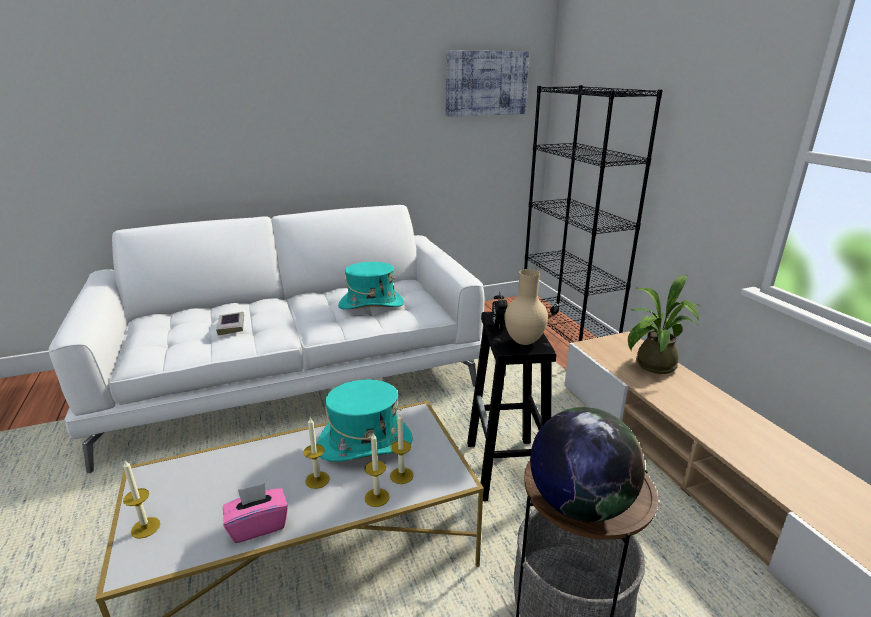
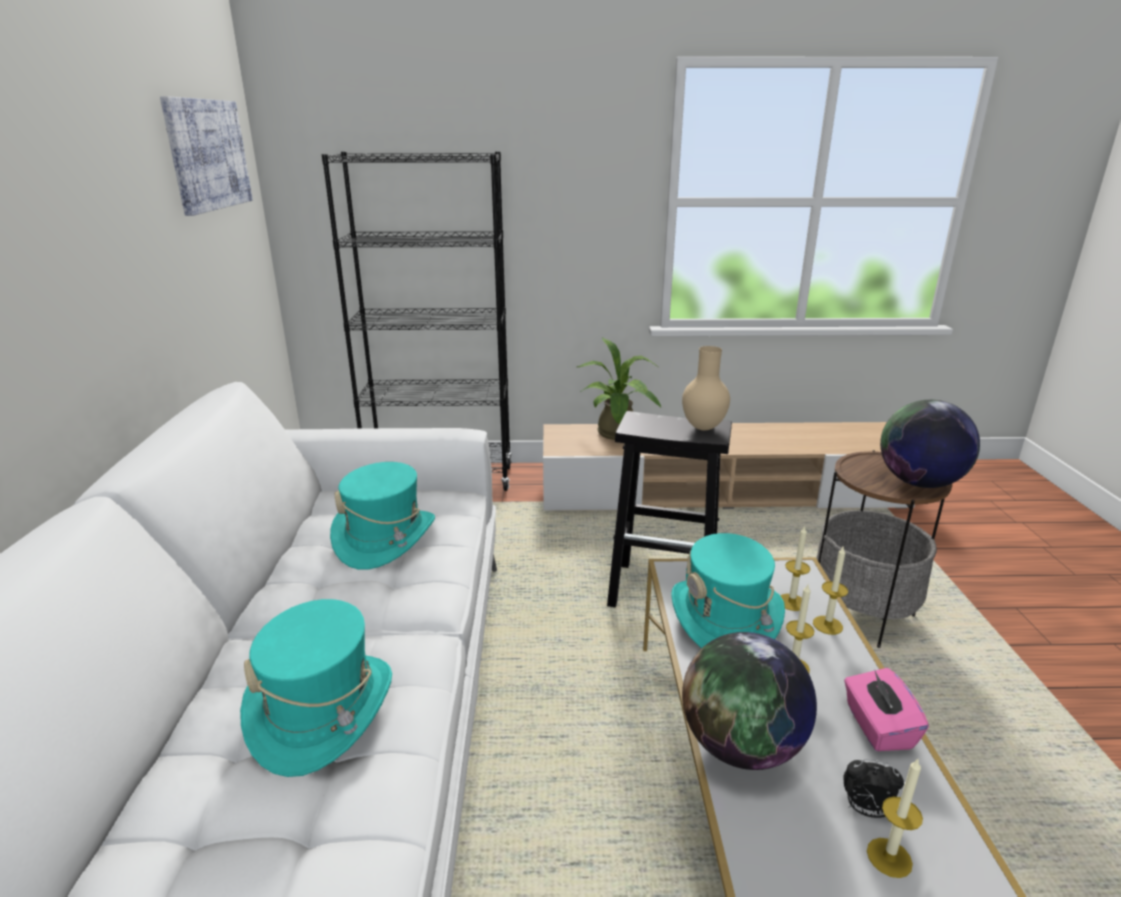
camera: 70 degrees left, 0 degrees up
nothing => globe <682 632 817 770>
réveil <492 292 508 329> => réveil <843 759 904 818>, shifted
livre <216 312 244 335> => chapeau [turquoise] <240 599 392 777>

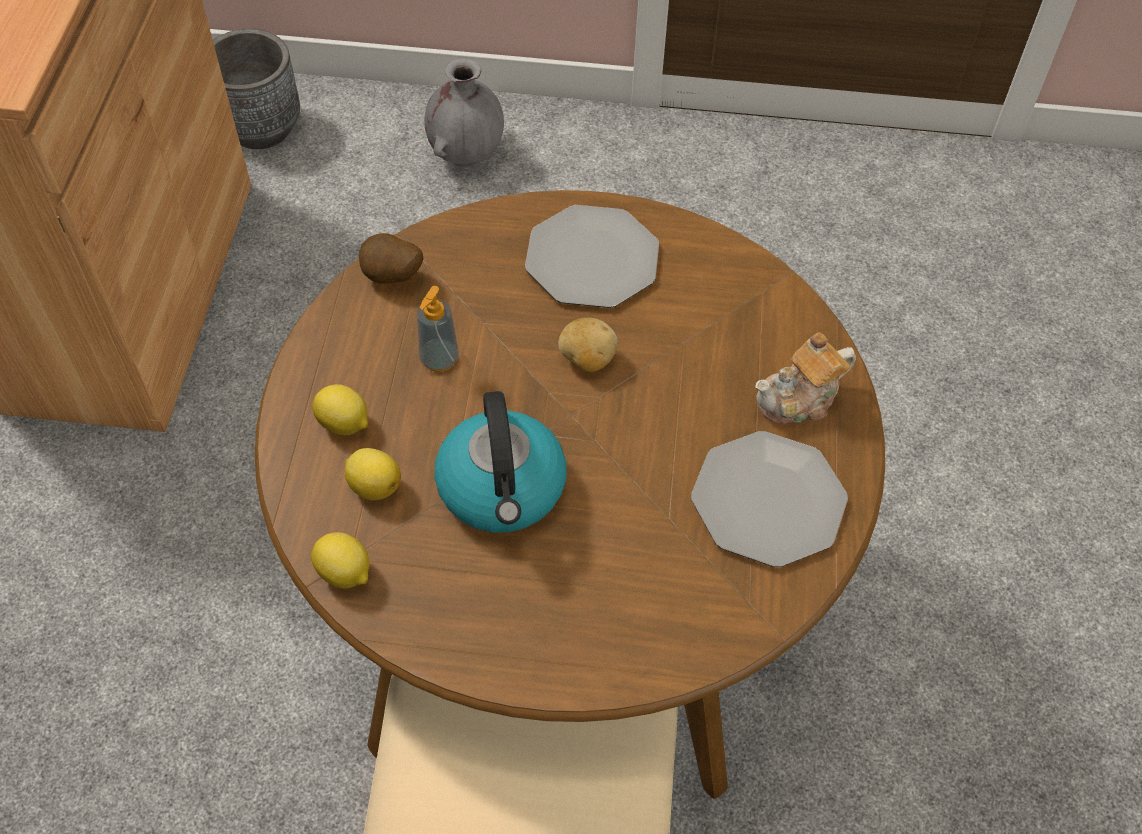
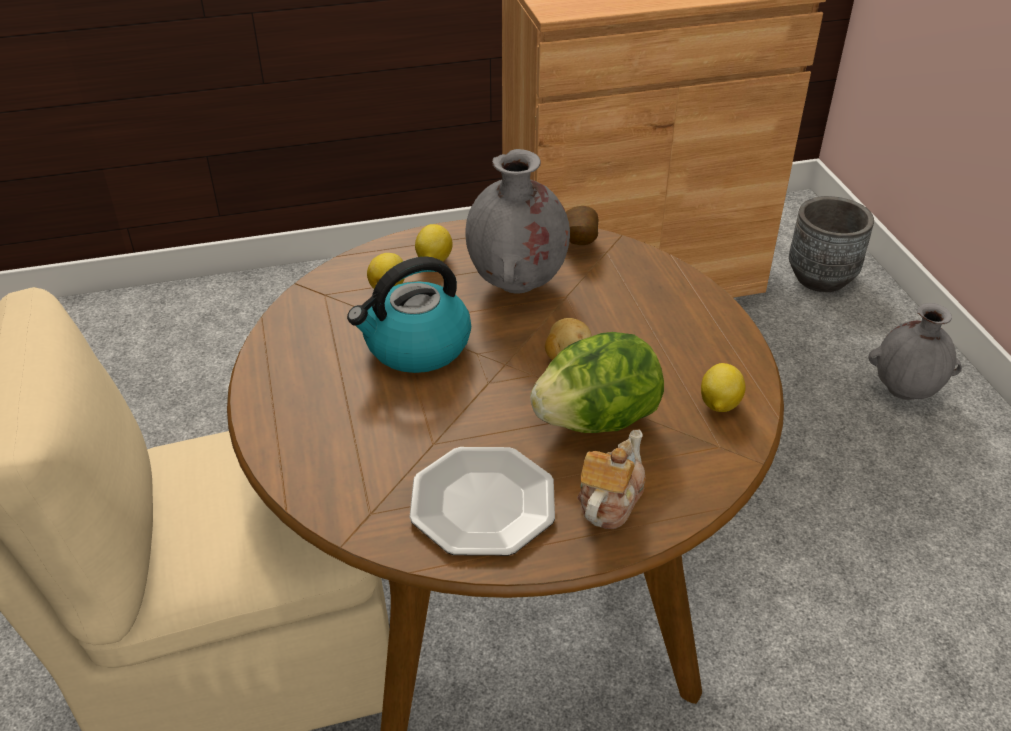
camera: 70 degrees right, 15 degrees down
assiette <525 205 659 308> => nothing
nothing => laitue <530 332 664 433>
citron <311 532 369 589> => citron <701 363 746 412>, shifted
distributeur de savon <417 286 459 372> => vase [gris] <465 149 570 294>
théière <755 333 856 424> => théière <577 430 646 529>, 75 degrees clockwise

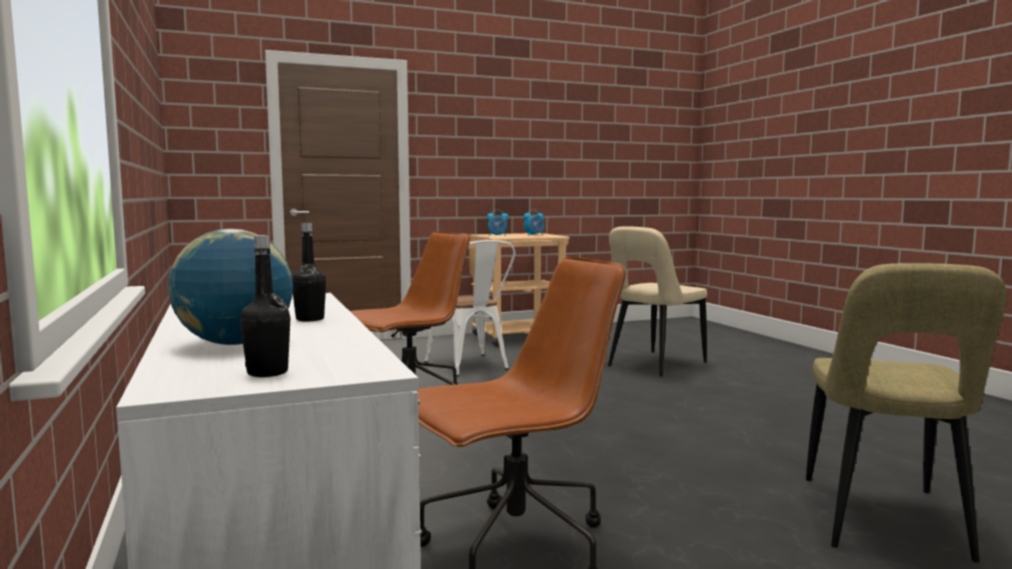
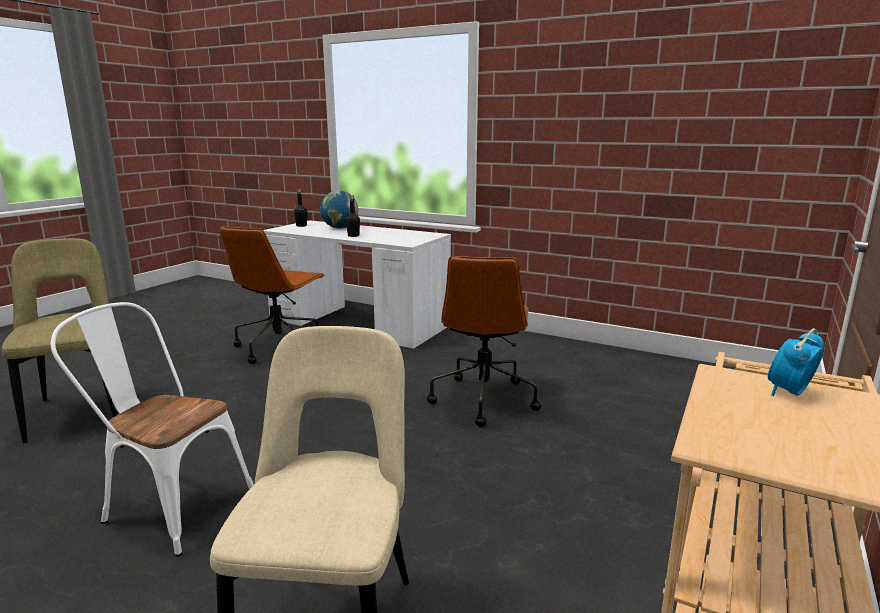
camera: 140 degrees right, 10 degrees up
réveil <524 209 544 236> => nothing
chaise [blanc] <424 240 516 376> => chaise [blanc] <51 302 254 557>, shifted

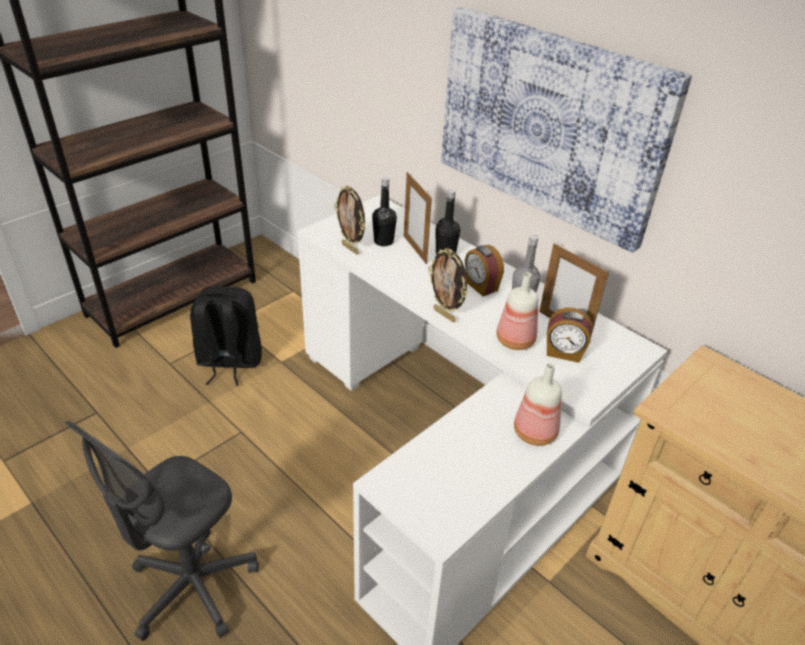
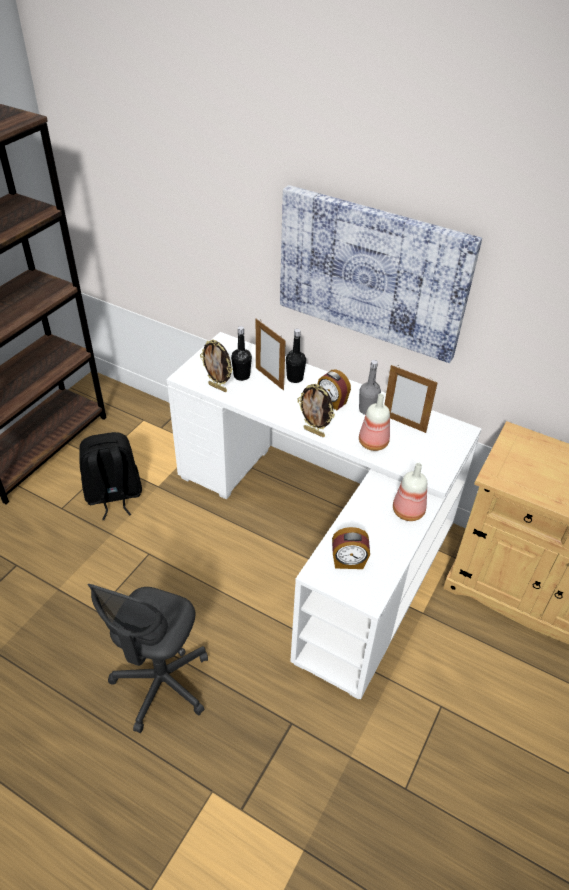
camera: 15 degrees left, 5 degrees up
réveil <547 308 592 363> => réveil <332 527 370 569>, shifted

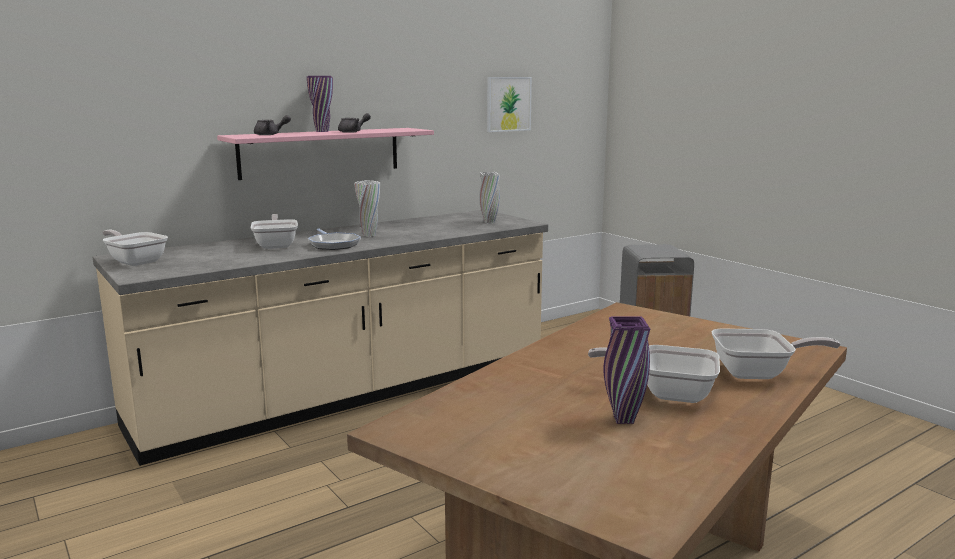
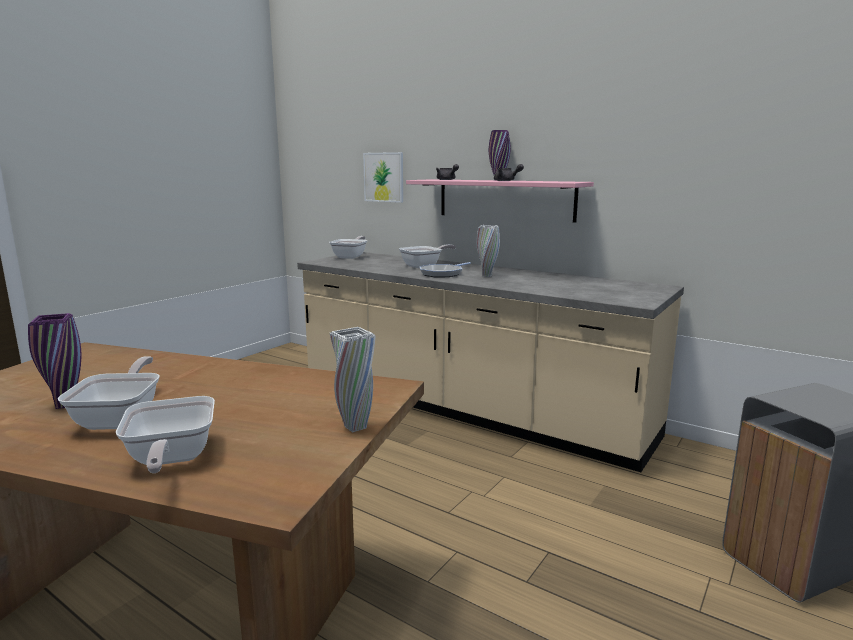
camera: 70 degrees right, 0 degrees up
vase [blanc] <479 172 500 224> => vase [blanc] <330 327 376 433>, shifted
tableau <487 77 532 132> => tableau <363 152 403 203>, shifted

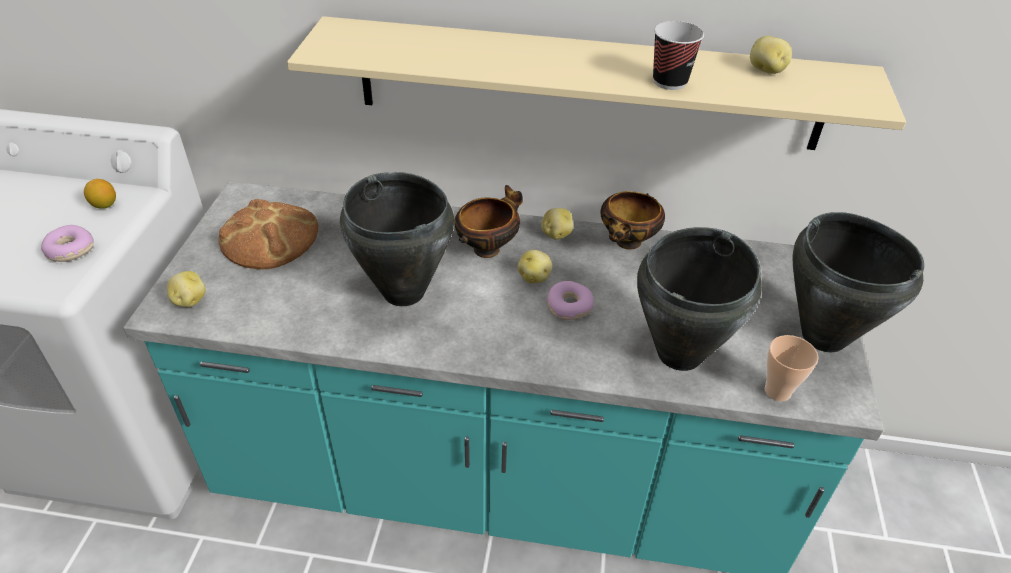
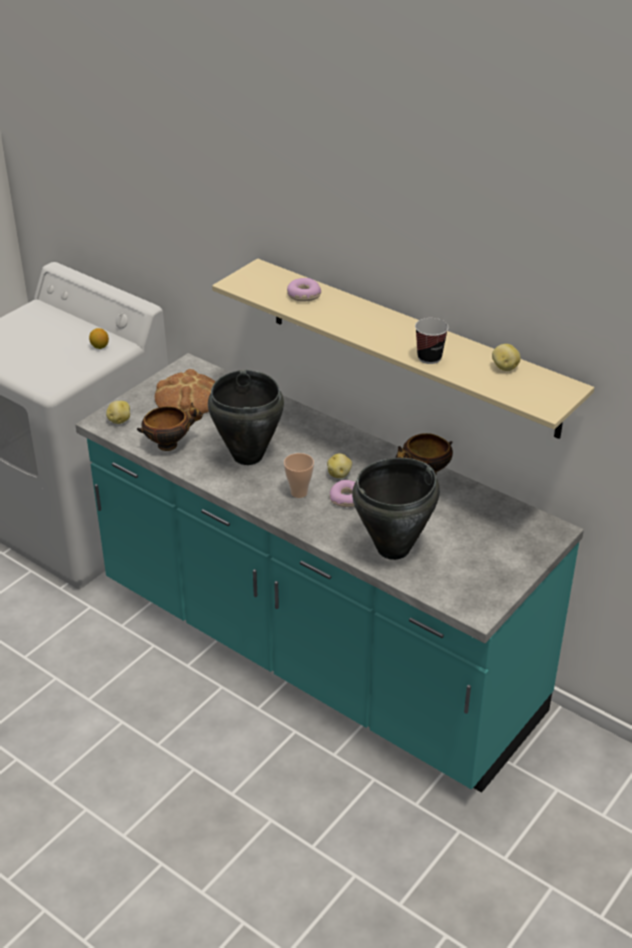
camera: 30 degrees right, 5 degrees down
pomme de terre <541 208 573 240> => nothing
marmite [noir] <792 212 924 352> => nothing
beignet <41 225 94 262> => beignet <287 278 321 302>, shifted
bol <454 185 523 258> => bol <137 403 203 451>, shifted
tasse <765 335 818 401> => tasse <284 453 314 498>, shifted

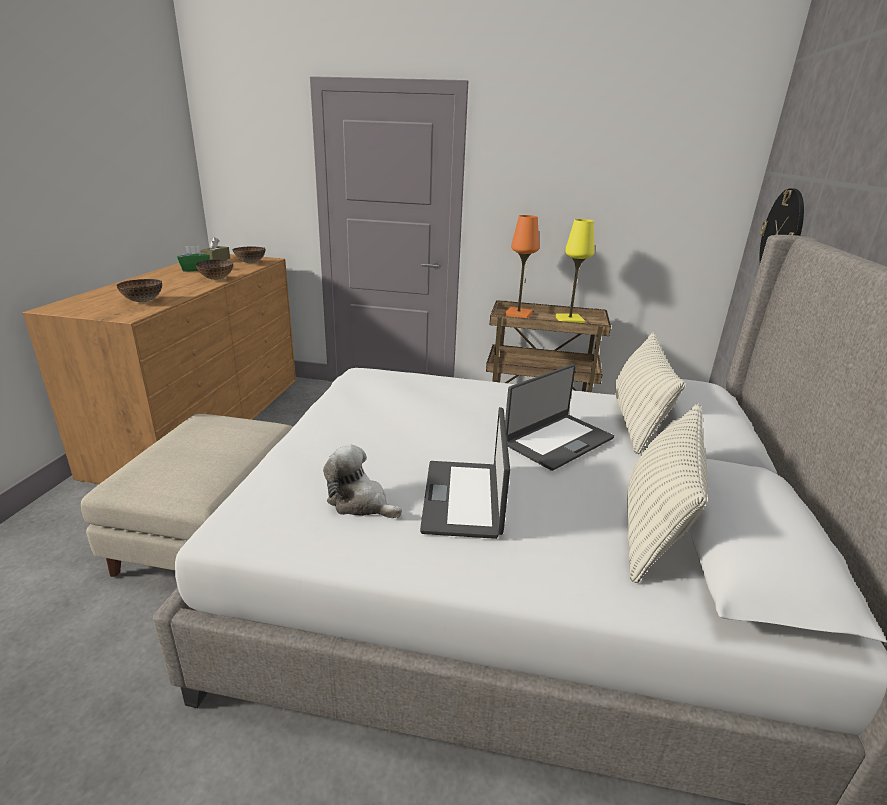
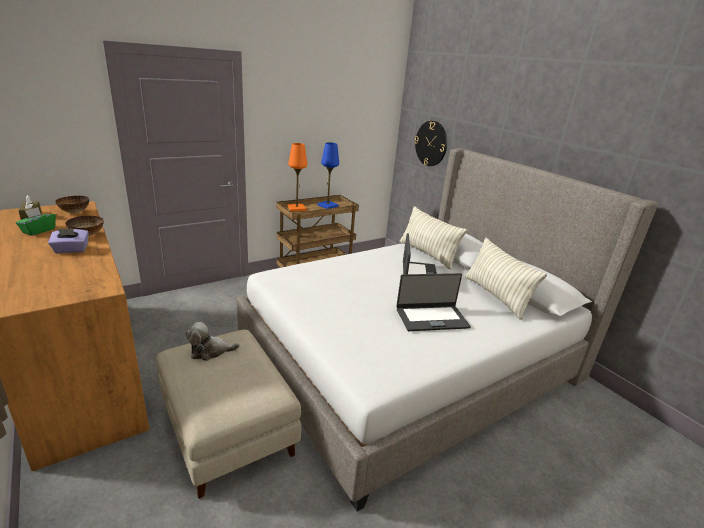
camera: 45 degrees left, 0 degrees up
bol <116 279 162 302> => nothing
nothing => boîte à mouchoirs [violet] <48 228 89 253>
peluche <323 445 402 518> => peluche <186 322 240 361>, shifted
lampe de table [jaune] <556 219 594 323> => lampe de table [bleu] <318 142 339 209>
ordinateur portable <420 407 510 539> => ordinateur portable <396 273 471 331>, 60 degrees counterclockwise

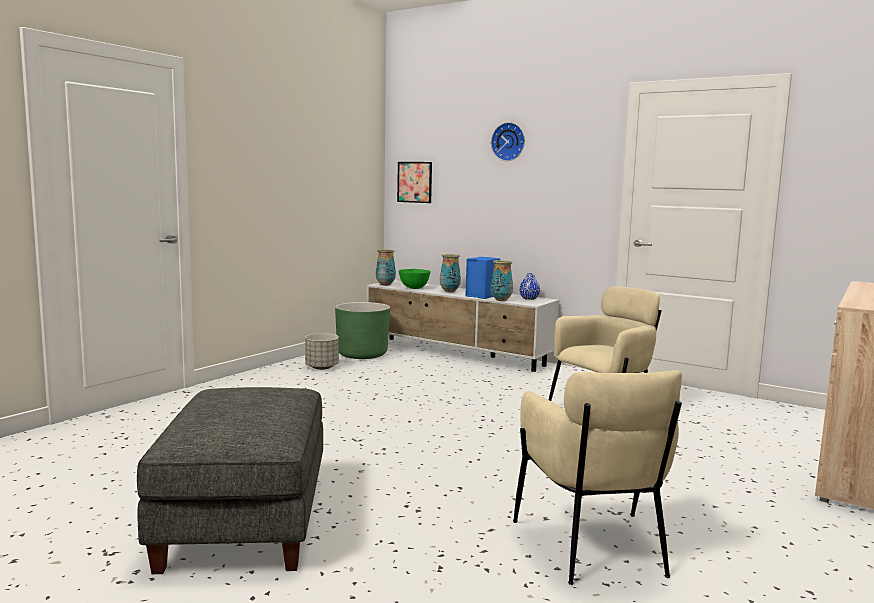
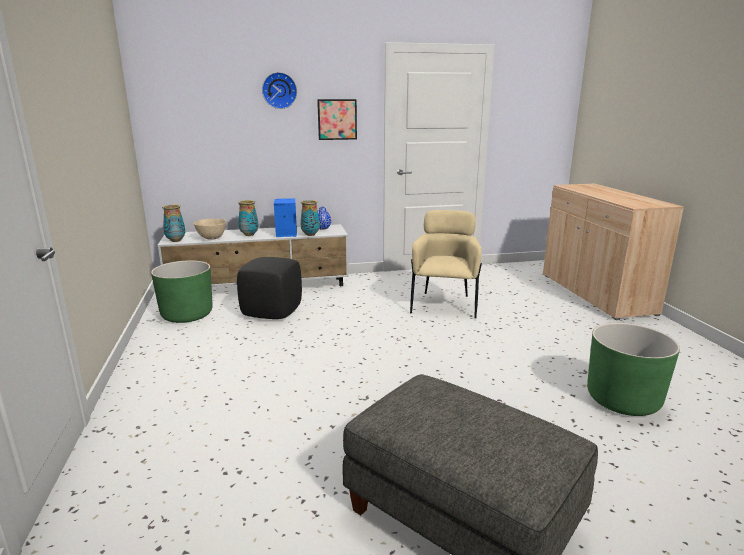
camera: 45 degrees left, 10 degrees up
cache-pot [gris] <305 333 339 370> => nothing
nothing => pouf [noir] <237 257 302 319>
tableau <397 162 432 203> => tableau <317 99 357 140>, shifted
fauteuil [beige] <513 370 682 585> => cache-pot [vert] <587 323 680 416>
bol [vert] <398 269 431 289> => bol [beige] <194 219 226 240>

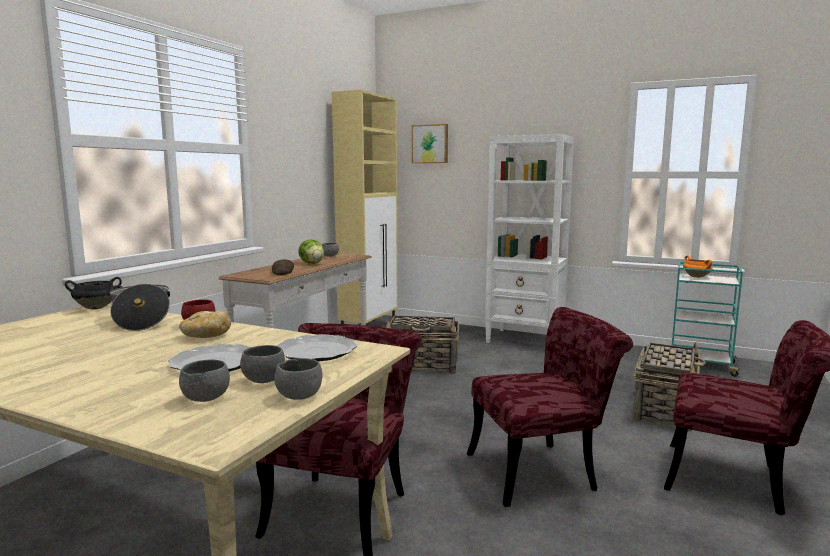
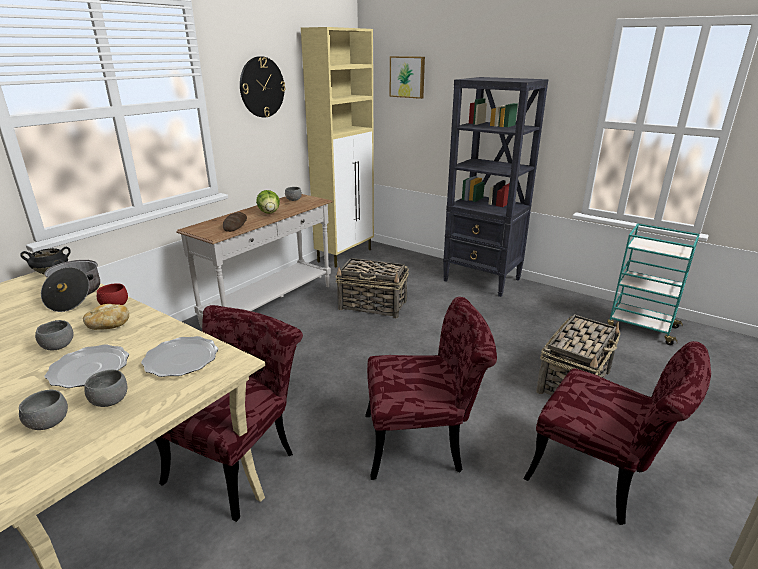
camera: 10 degrees right, 15 degrees up
marmite [orange] <683 256 713 278> => nothing
nothing => horloge murale <240 56 286 117>
bol [gris] <274 358 322 400> => bol [gris] <35 320 74 350>, shifted
bibliothèque [blanc] <485 134 574 343> => bibliothèque [noir] <443 77 549 297>

